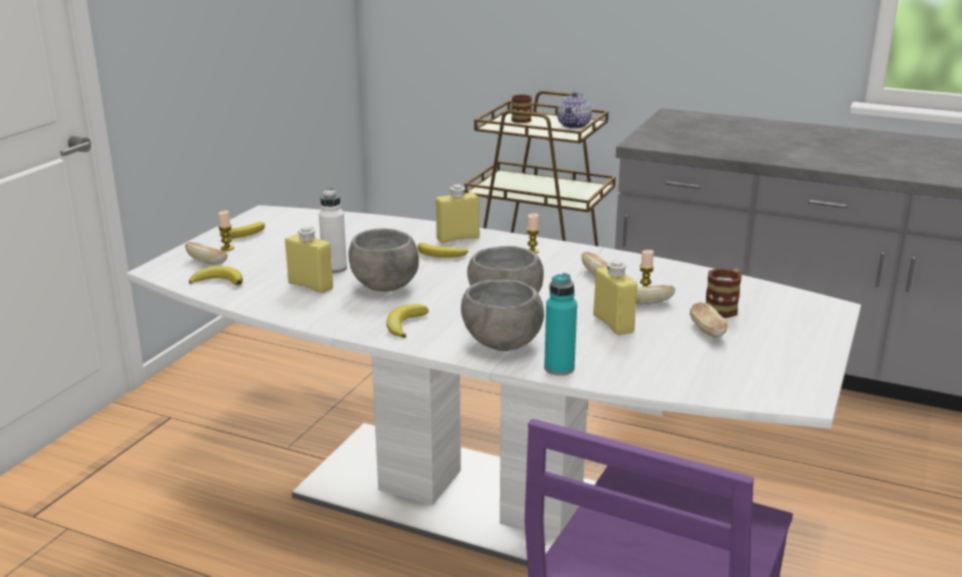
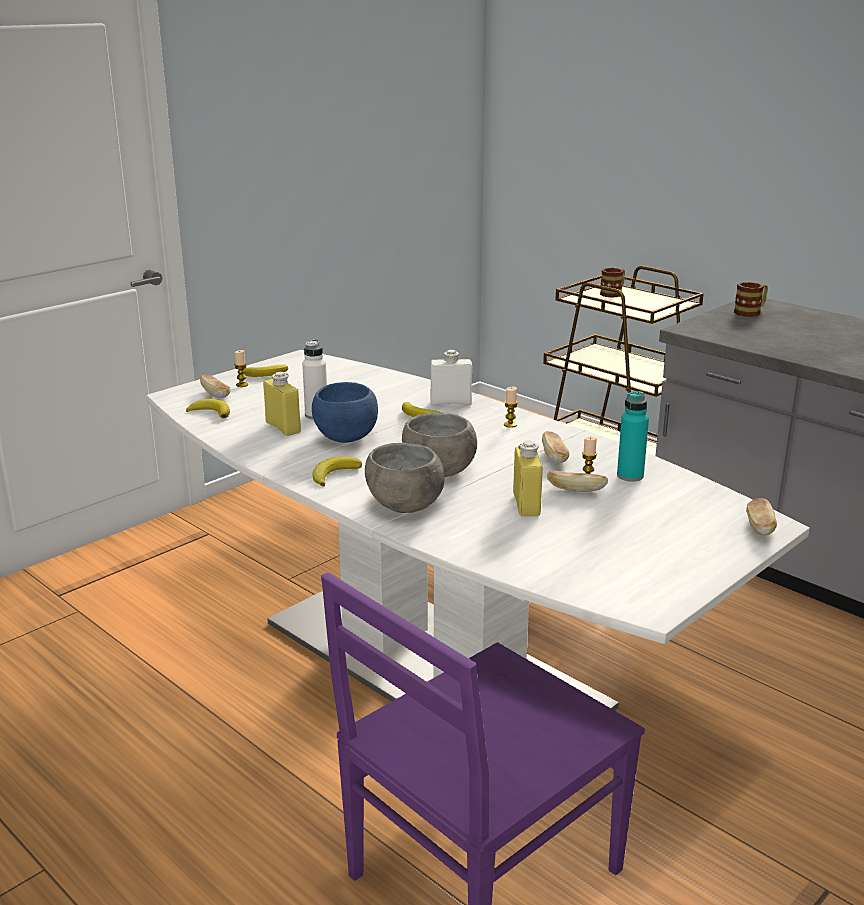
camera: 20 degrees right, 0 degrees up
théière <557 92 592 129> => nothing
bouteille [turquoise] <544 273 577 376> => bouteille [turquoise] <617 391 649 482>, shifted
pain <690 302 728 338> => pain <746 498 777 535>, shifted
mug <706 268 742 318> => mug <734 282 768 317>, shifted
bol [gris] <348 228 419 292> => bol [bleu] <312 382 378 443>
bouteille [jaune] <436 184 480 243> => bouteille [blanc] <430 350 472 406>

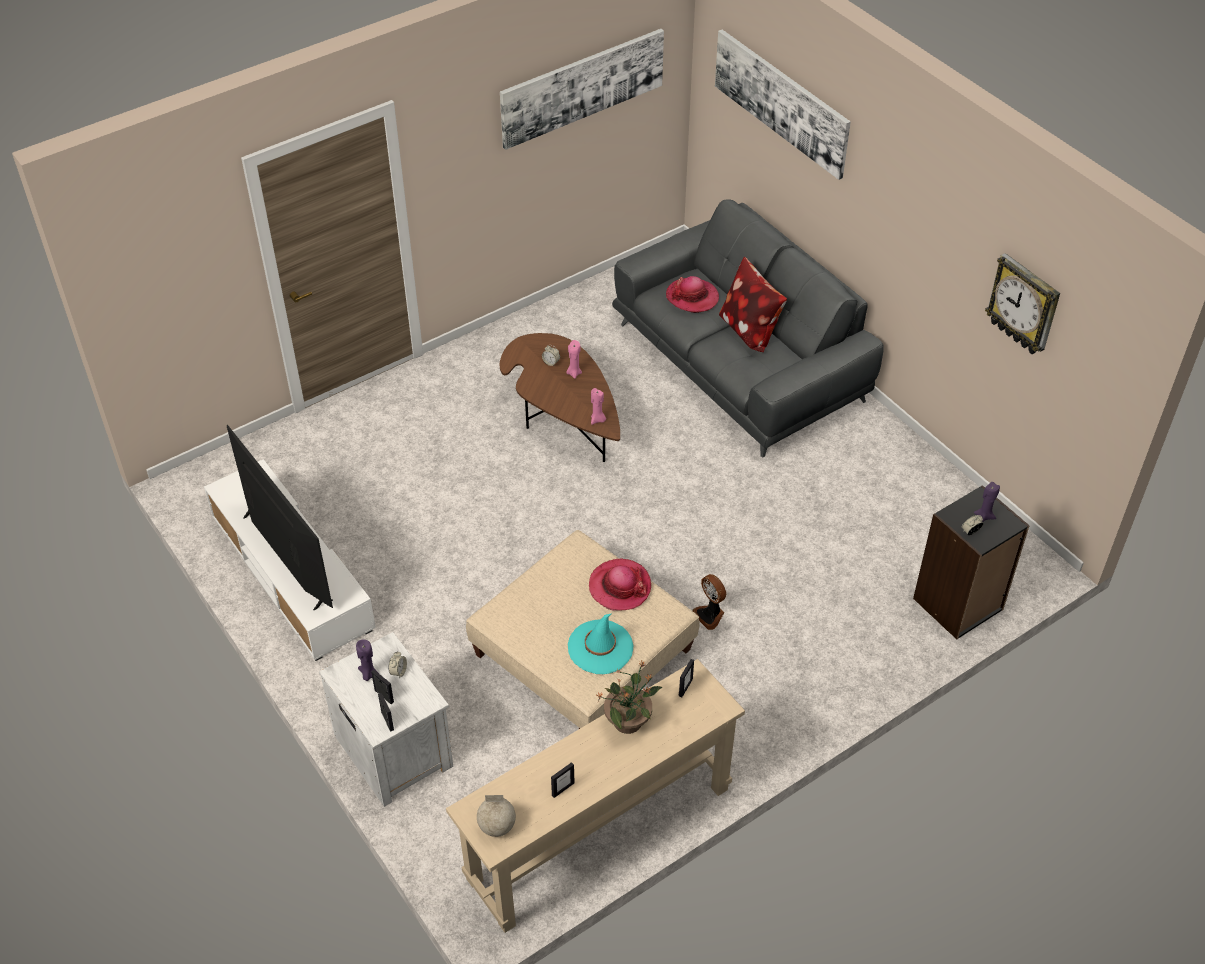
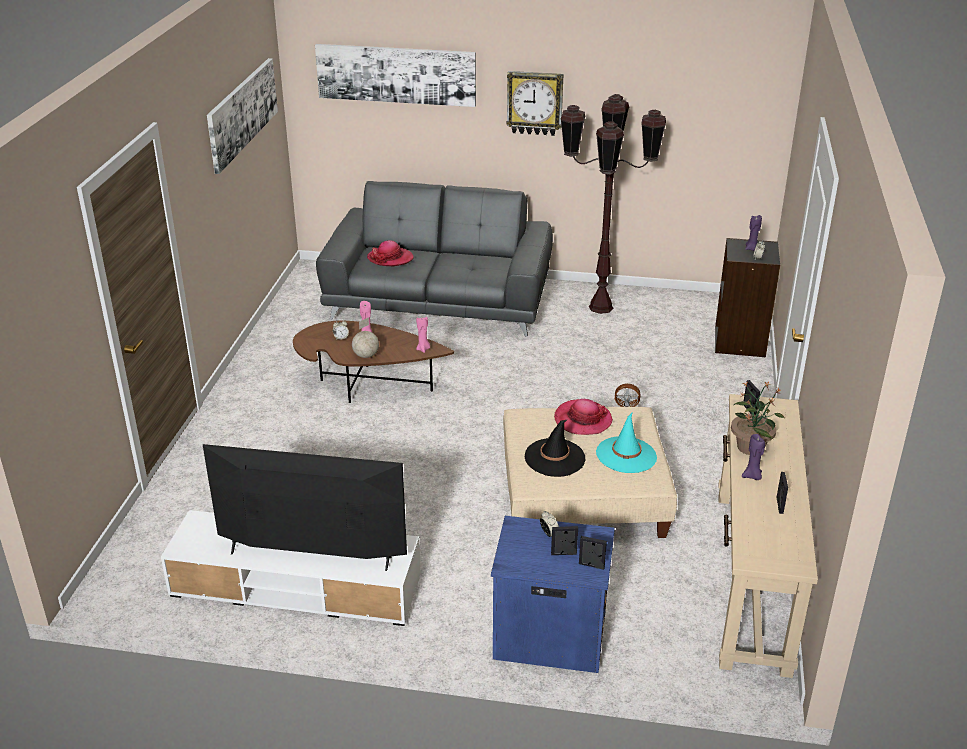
camera: 45 degrees left, 15 degrees down
coussin <719 257 787 352> => nothing
nothing => chapeau [noir] <525 419 586 477>
nothing => lampadaire [marron] <560 94 666 314>
bougie [violet] <356 639 378 681> => bougie [violet] <742 434 765 480>, shifted
globe <477 795 516 837> => globe <352 317 379 358>, shifted
horloge murale <985 253 1060 354> => horloge murale <506 71 563 136>, shifted
table de chevet [blanc] <319 632 453 807> => table de chevet [bleu] <491 516 615 673>

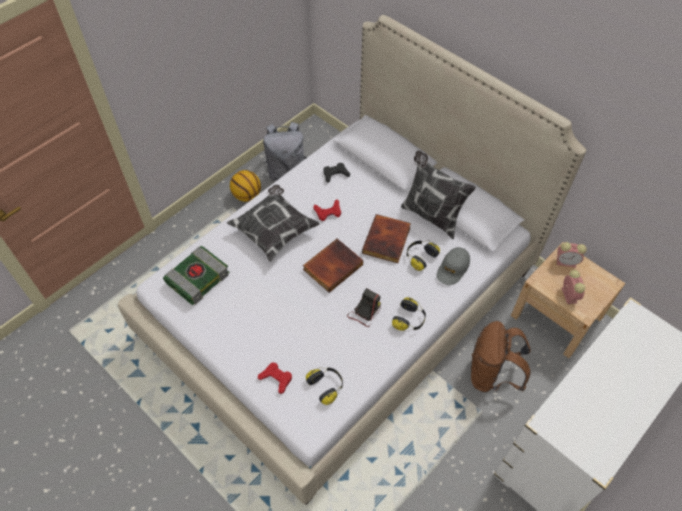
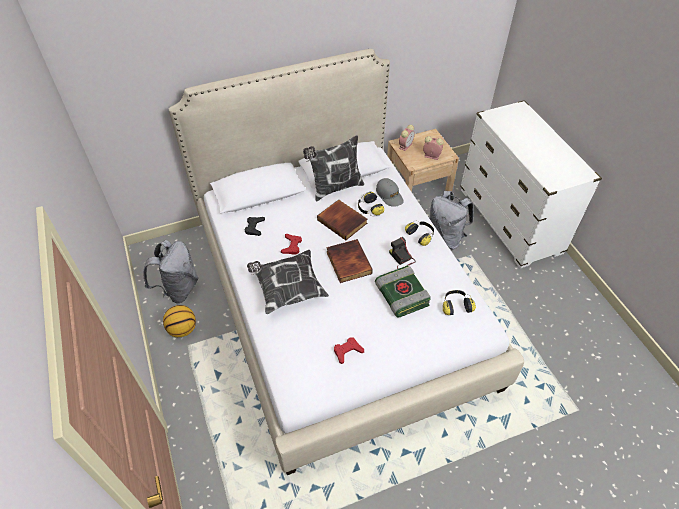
camera: 65 degrees left, 5 degrees down
livre <163 246 229 305> => livre <375 265 431 318>, shifted
manette [rouge] <258 363 292 394> => manette [rouge] <334 337 364 364>, shifted
sac à dos [marron] <471 321 531 392> => sac à dos [gris] <430 191 474 250>

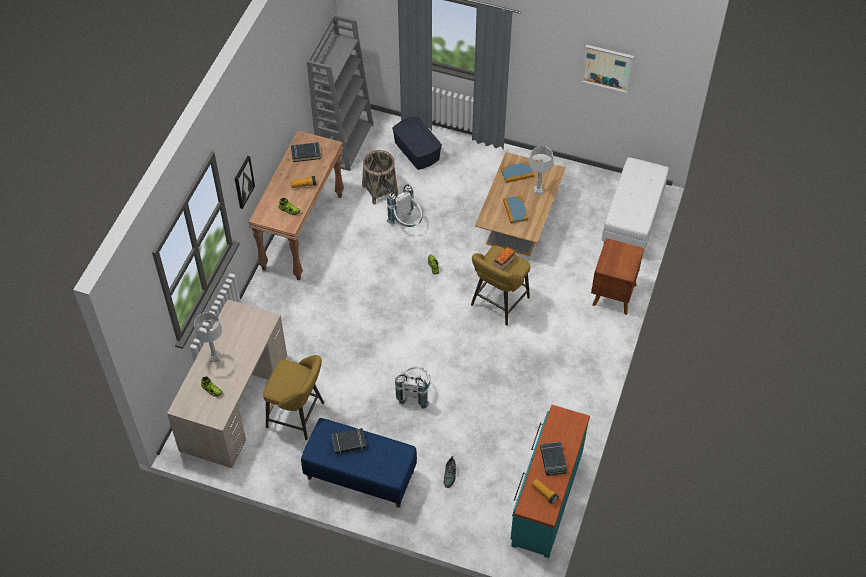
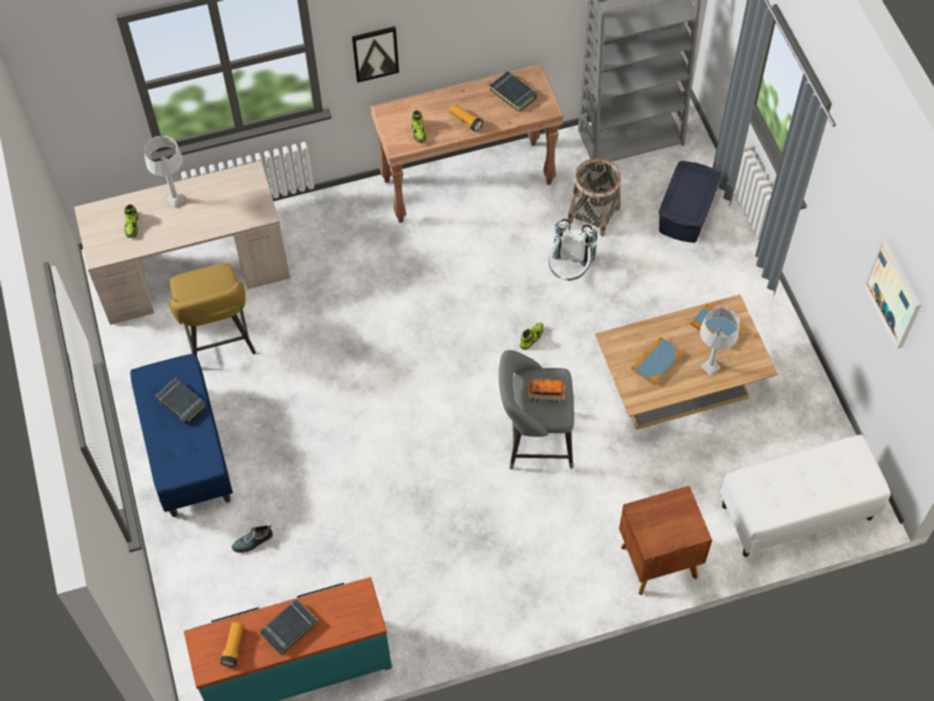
camera: 55 degrees right, 5 degrees up
sac à dos [blanc] <395 366 430 408> => nothing
tabouret [jaune] <471 245 530 325> => tabouret [gris] <499 350 574 470>

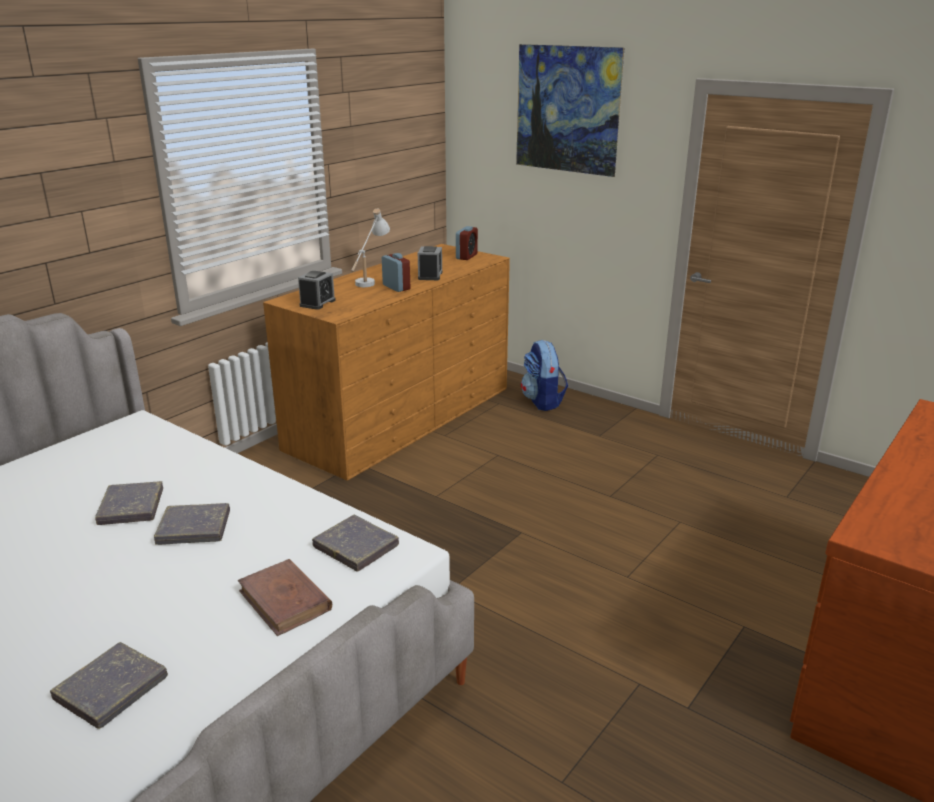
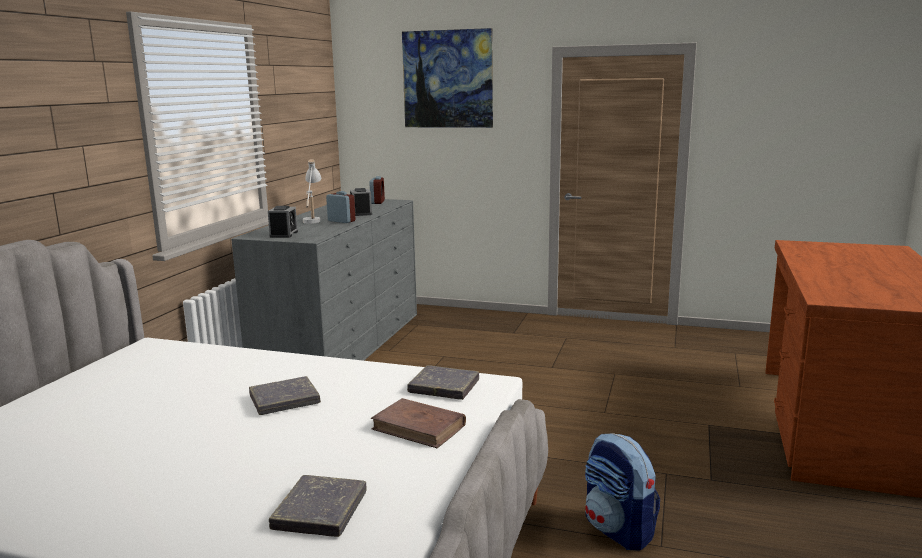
camera: 20 degrees left, 10 degrees down
livre [gris] <95 481 163 525> => nothing
sac à dos <521 340 568 411> => sac à dos <585 433 660 551>, shifted
commode [marron] <263 244 510 481> => commode [gris] <231 199 417 361>

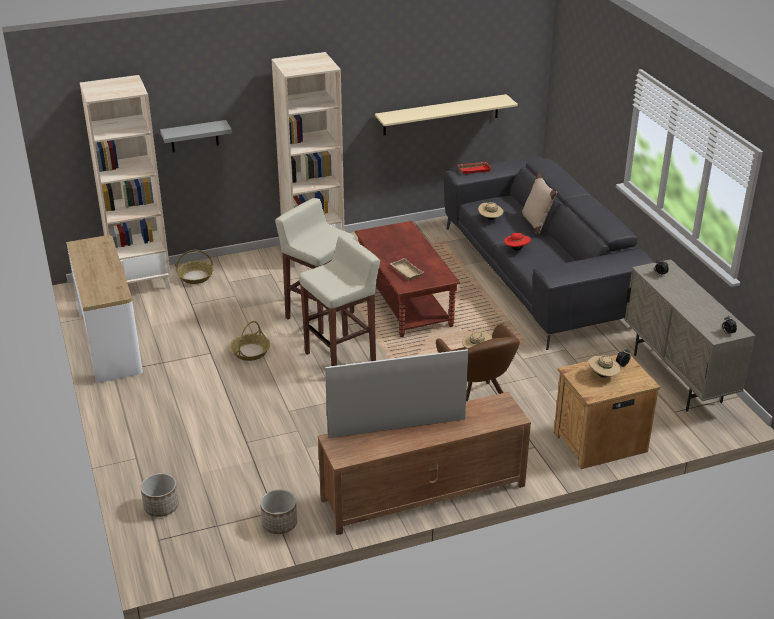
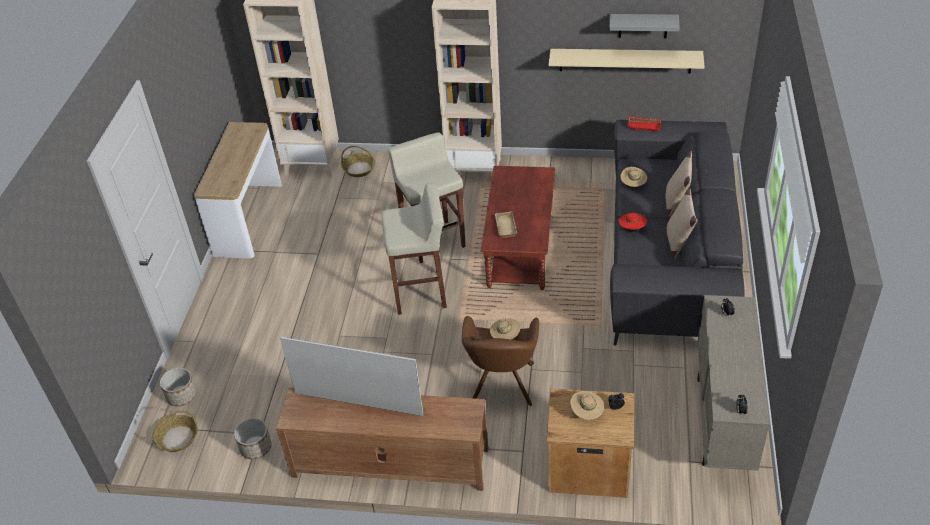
camera: 30 degrees right, 10 degrees up
nothing => coussin [beige] <667 187 697 259>
étagère [gris] <160 120 232 152> => étagère [gris] <609 14 680 38>, shifted
panier <230 321 270 361> => panier <153 411 198 452>, shifted

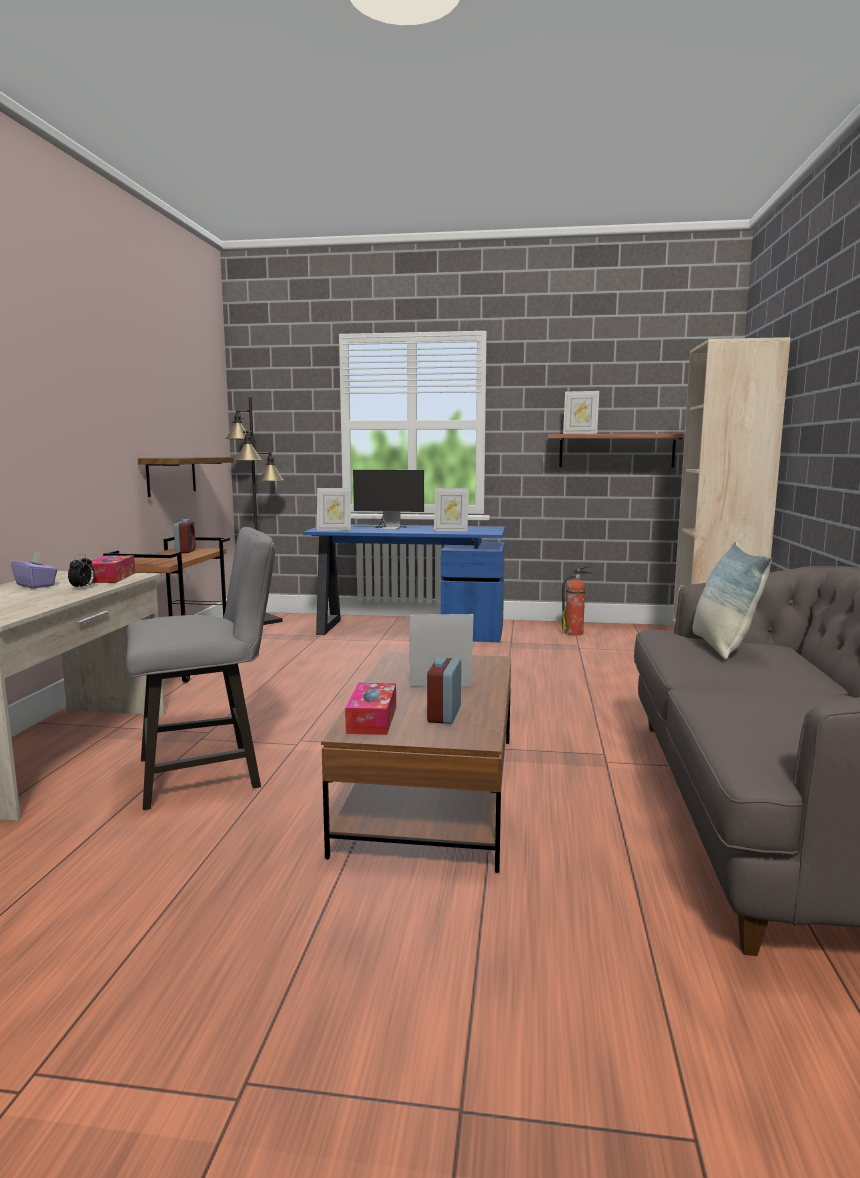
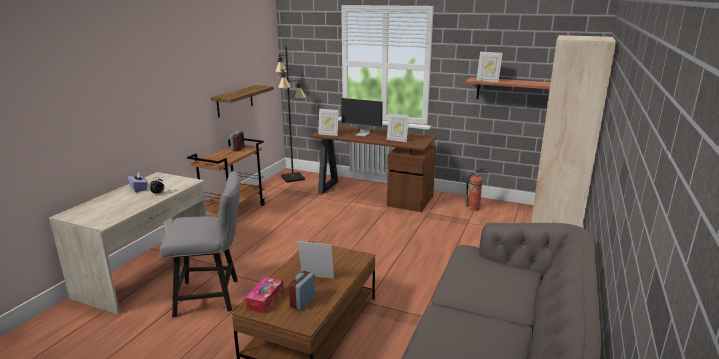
camera: 15 degrees right, 10 degrees up
boîte à mouchoirs <84 555 135 583> => nothing
coussin <693 542 772 659> => nothing
bureau [bleu] <303 524 505 642> => bureau [marron] <310 125 437 212>

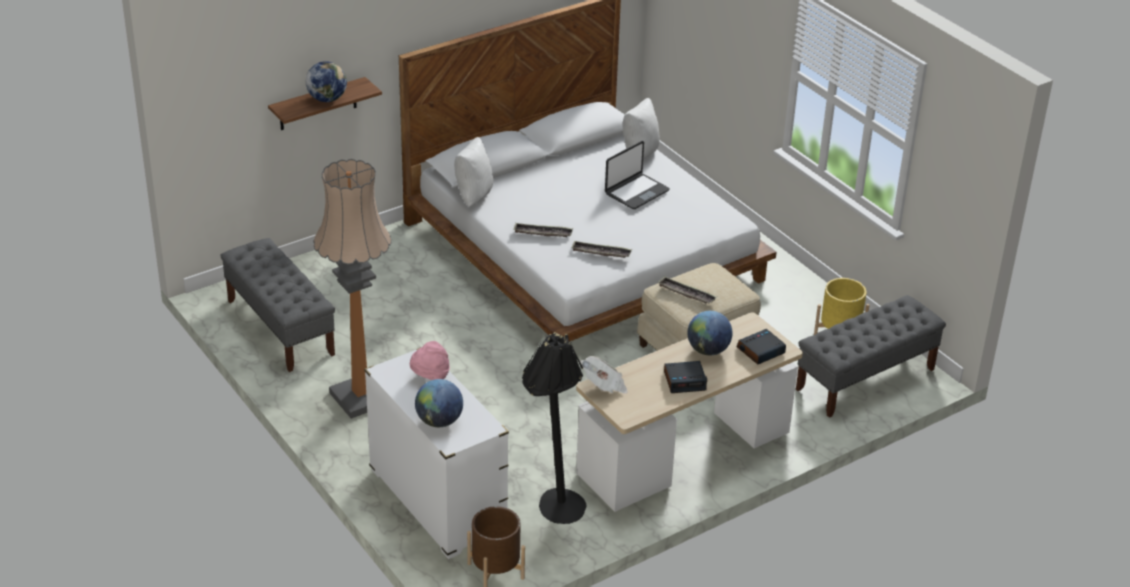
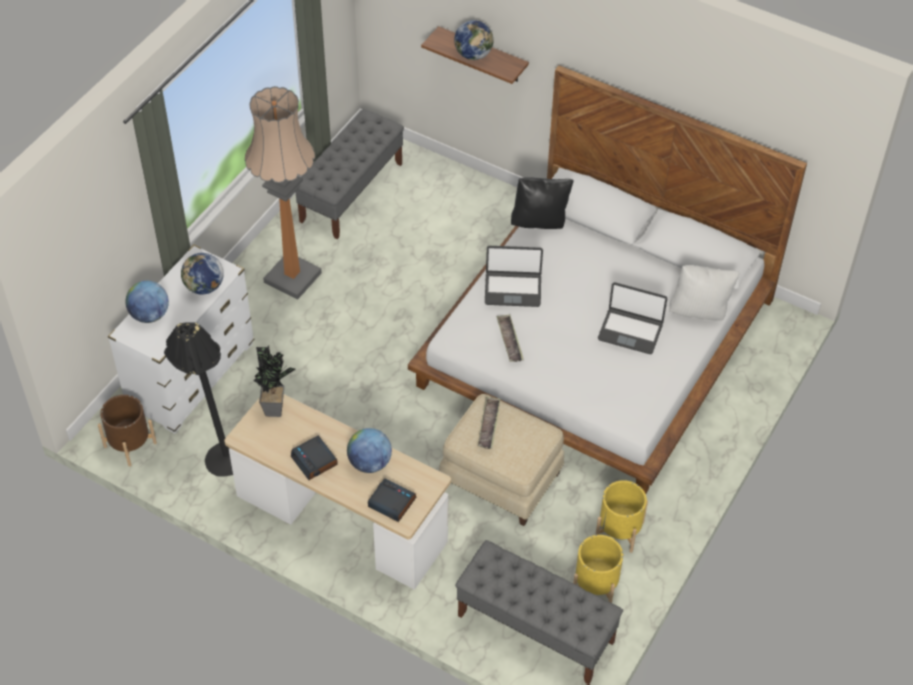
camera: 65 degrees right, 15 degrees up
nothing => cache-pot [jaune] <596 480 648 553>
chapeau [rose] <410 341 450 380> => globe <181 253 224 295>
plateau <513 223 573 237> => ordinateur portable <485 246 543 307>
journal <580 356 628 394> => plante en pot <254 346 295 417>
coussin [blanc] <454 137 493 207> => coussin [noir] <511 177 574 229>

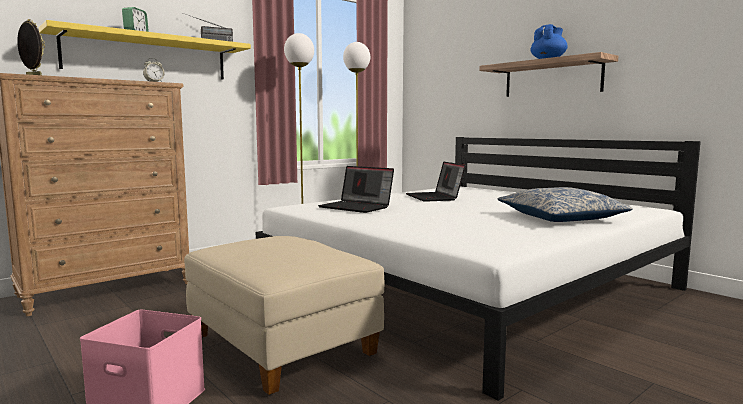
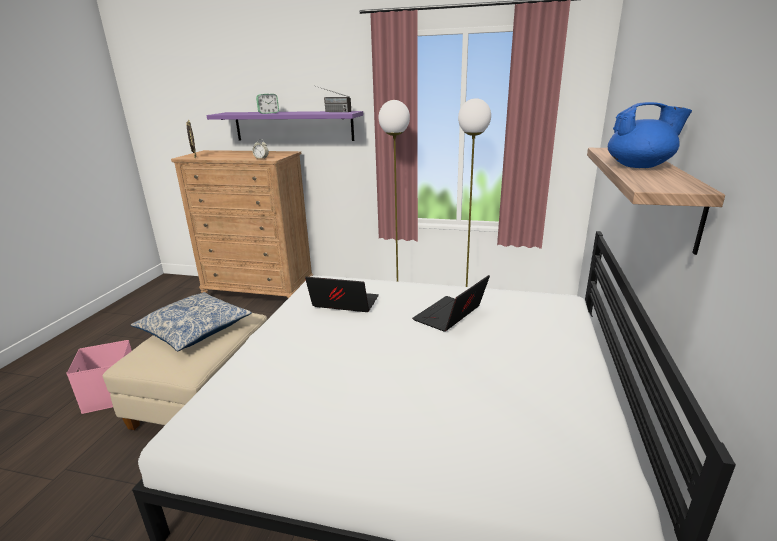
camera: 55 degrees right, 15 degrees up
coussin <498 187 633 222> => coussin <131 292 252 351>, shifted
étagère [jaune] <39 20 251 80> => étagère [violet] <206 111 363 141>
ordinateur portable <318 166 394 213> => ordinateur portable <305 277 379 312>, 105 degrees clockwise

